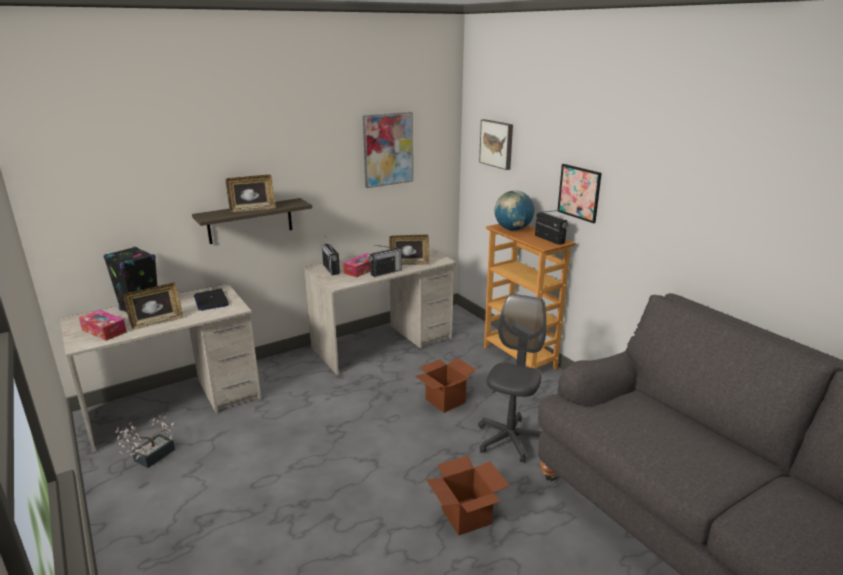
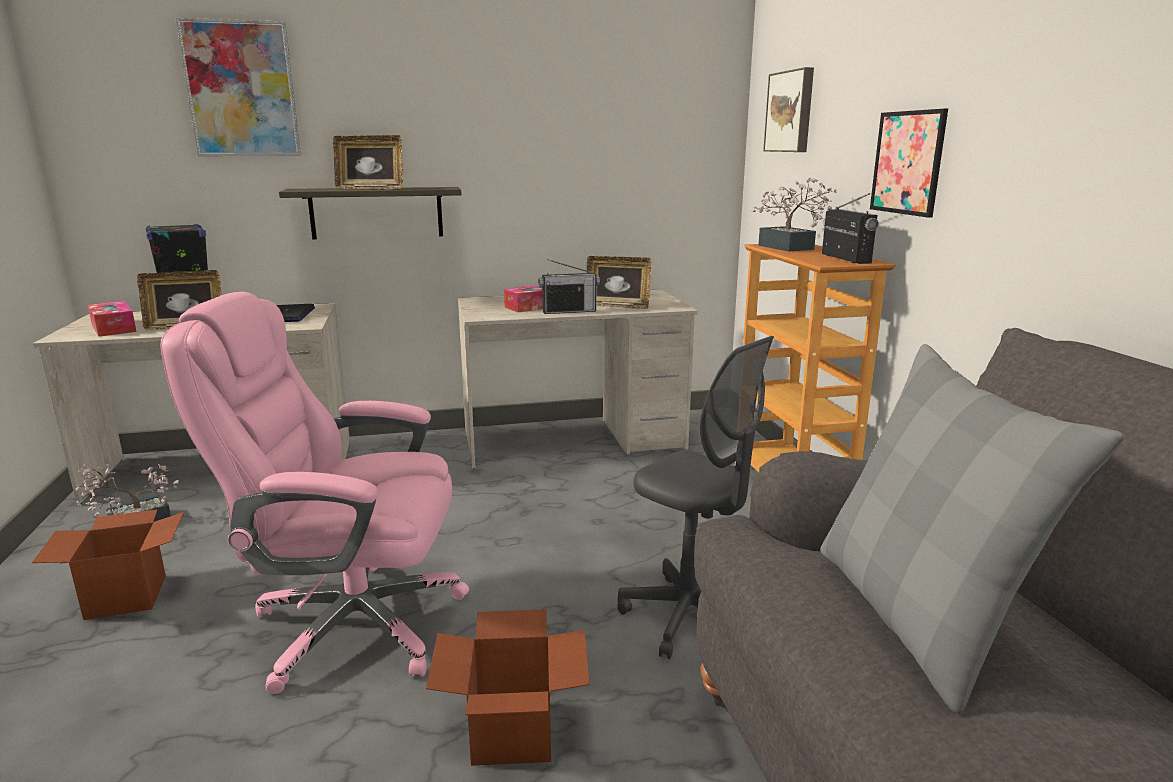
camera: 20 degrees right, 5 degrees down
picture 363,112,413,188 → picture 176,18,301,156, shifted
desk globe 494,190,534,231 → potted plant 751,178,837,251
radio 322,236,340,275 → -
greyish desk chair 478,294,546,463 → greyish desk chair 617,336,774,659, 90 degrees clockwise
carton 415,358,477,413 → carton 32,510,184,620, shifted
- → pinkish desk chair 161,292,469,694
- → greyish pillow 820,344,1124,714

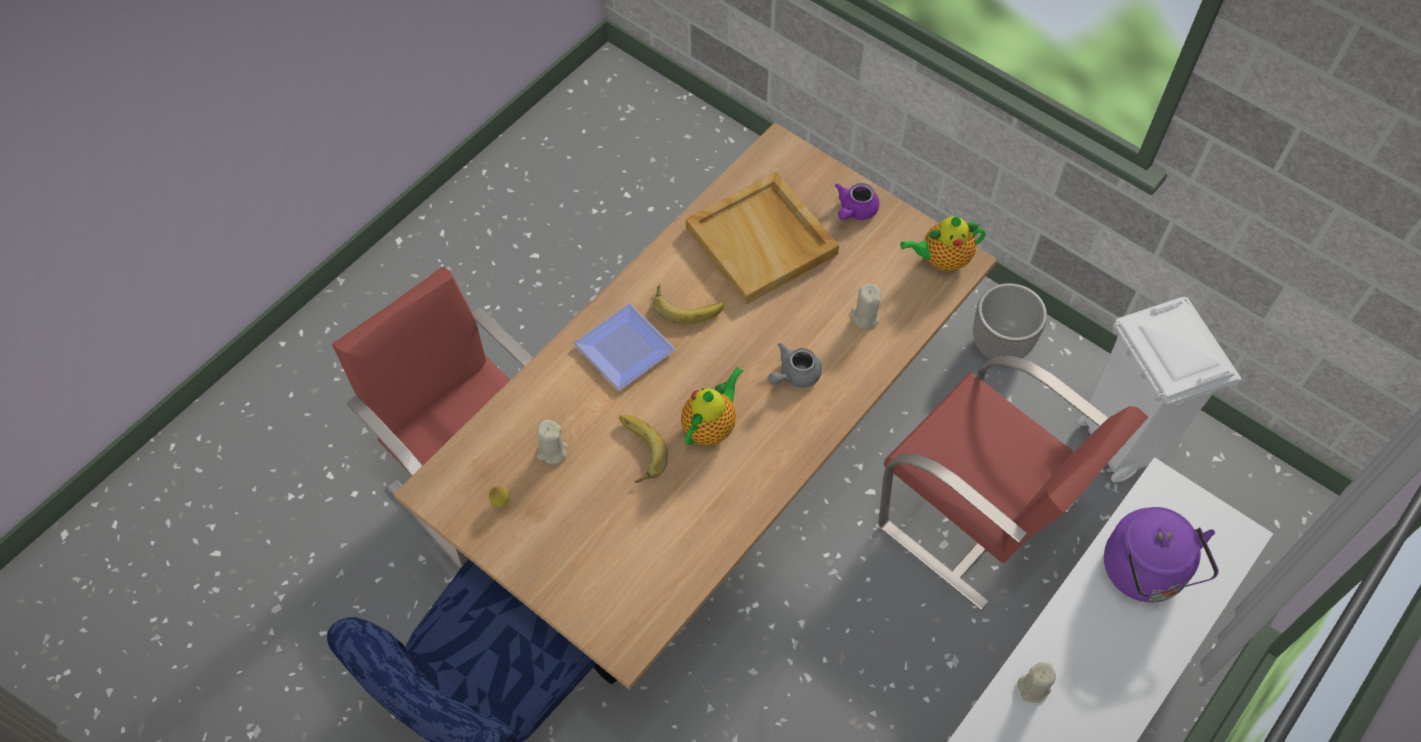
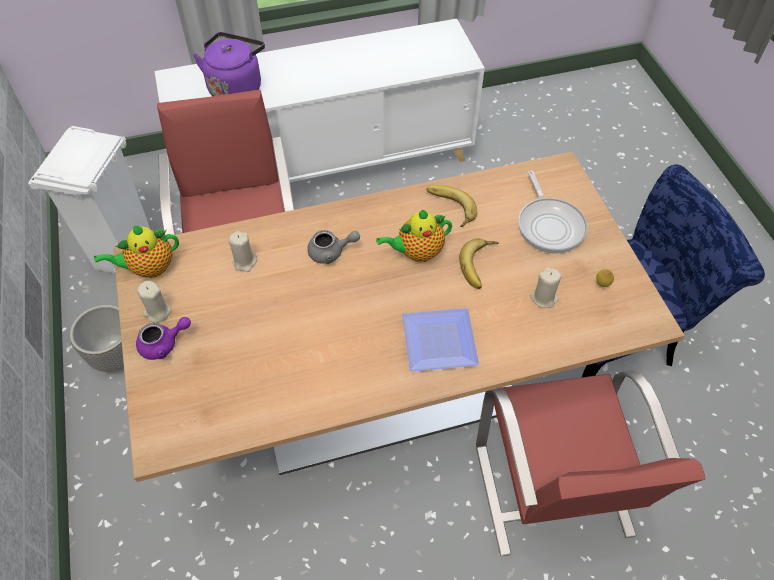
camera: 145 degrees left, 5 degrees down
beige-coloured tray 686,172,839,305 → -
teapot 900,216,986,272 → teapot 94,225,179,278, 135 degrees clockwise
banana fruit 653,284,724,324 → banana fruit 426,185,477,227, shifted
beige-coloured wax light 1017,662,1056,703 → beige-coloured wax light 137,281,172,323, shifted
- → pan 518,171,588,253

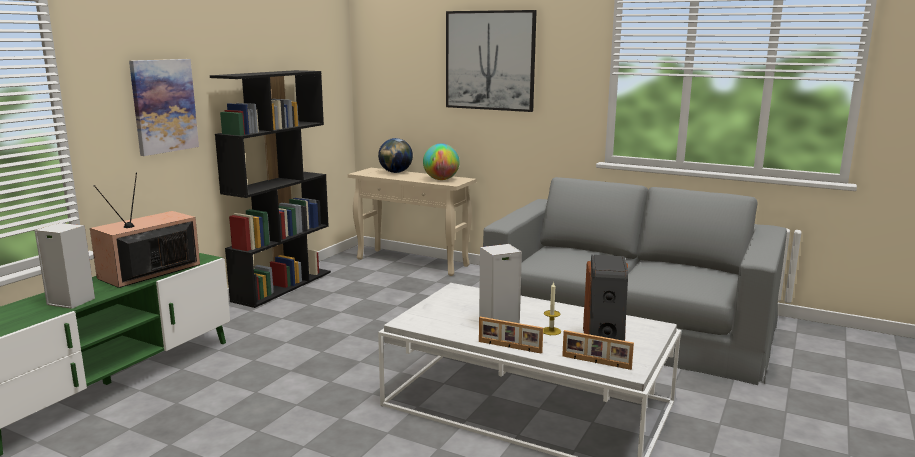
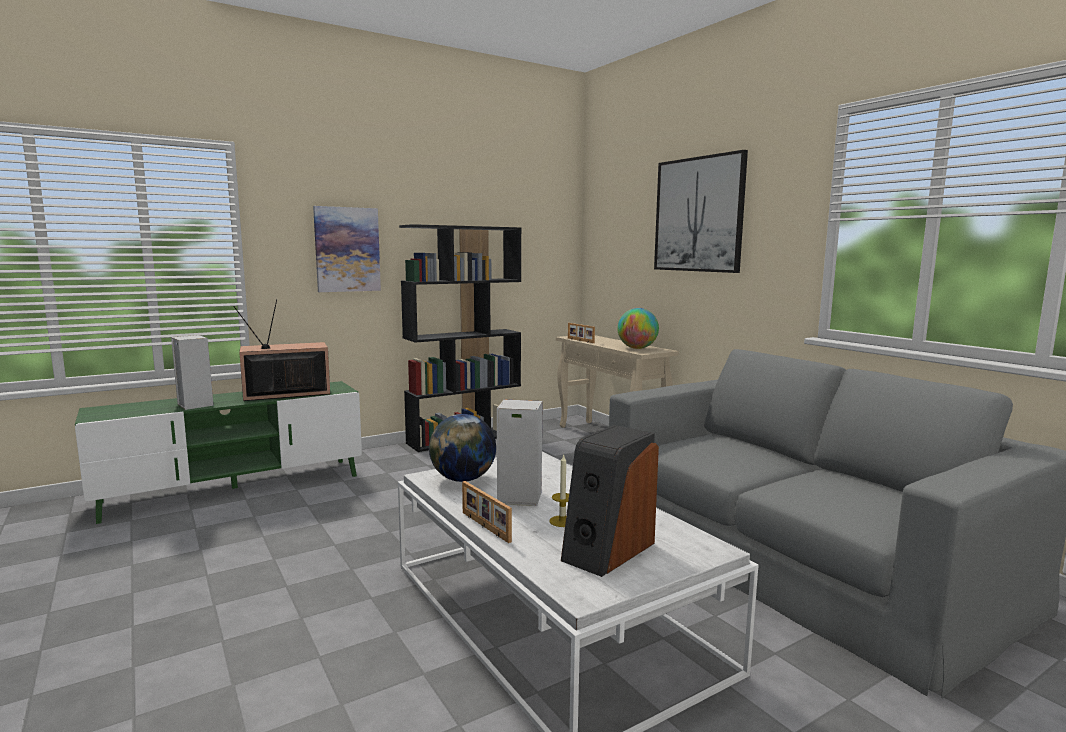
camera: 30 degrees right, 5 degrees down
desk globe 378,138,413,173 → desk globe 429,414,496,482, shifted
picture frame 562,330,634,370 → picture frame 568,323,595,343, shifted

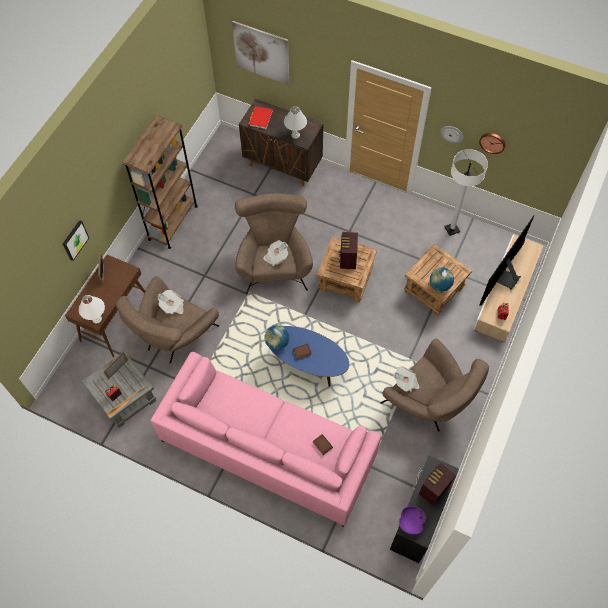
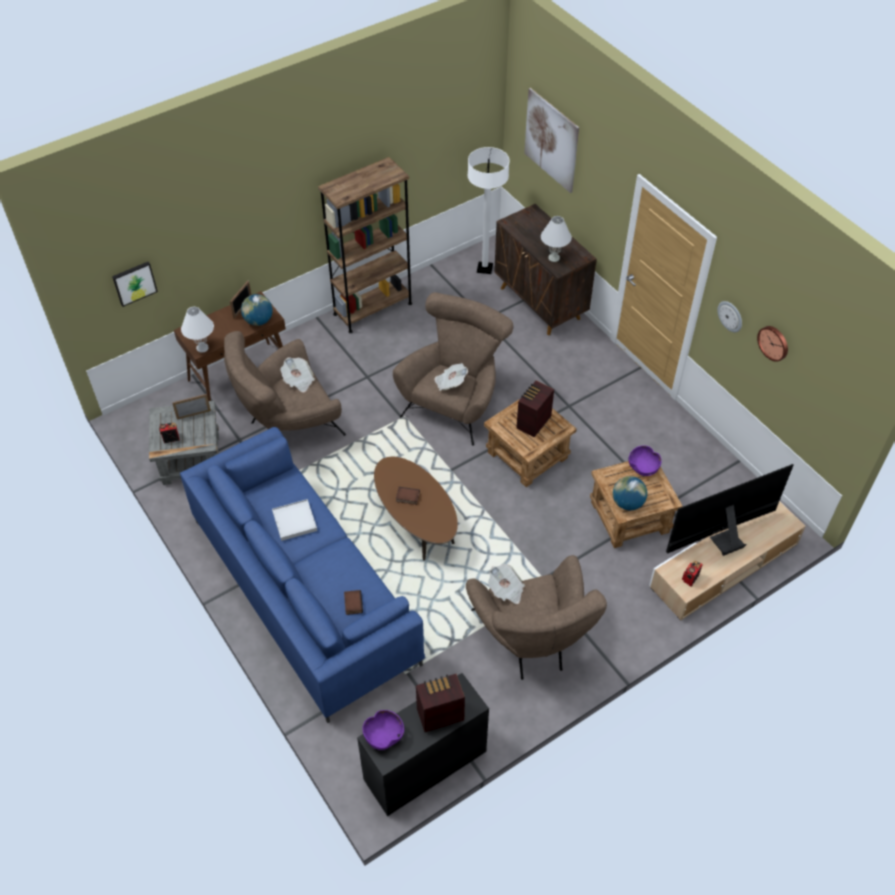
camera: 30 degrees right, 10 degrees down
red bound book 248,106,273,129 → -
white floor lamp 444,149,488,236 → white floor lamp 468,147,510,274, shifted
picture 63,220,89,261 → picture 112,262,158,307, shifted
desk globe 265,325,289,350 → desk globe 241,294,273,326, shifted
blue coffee table 270,326,349,387 → brown coffee table 374,457,458,561
pinkish sofa 150,352,381,527 → blue sofa 180,427,425,723
- → purplish deep dish 628,445,662,476
- → white tray 272,499,317,541

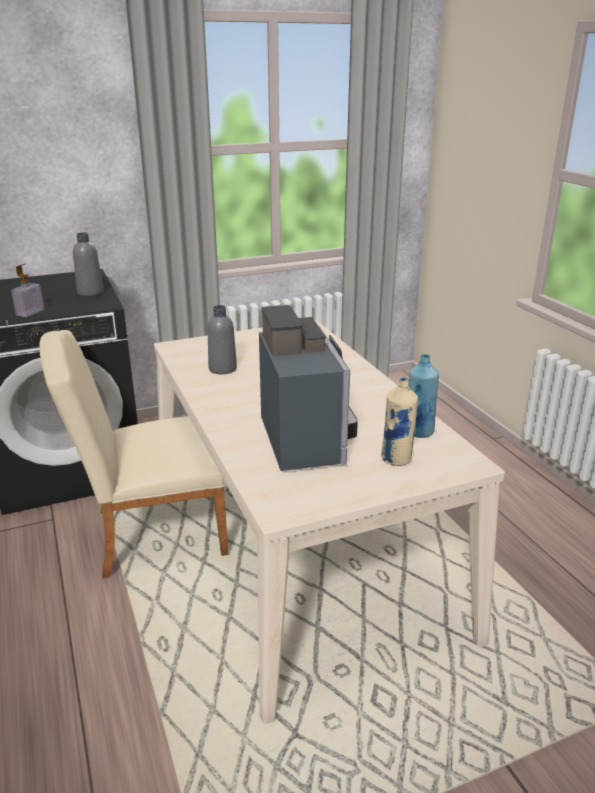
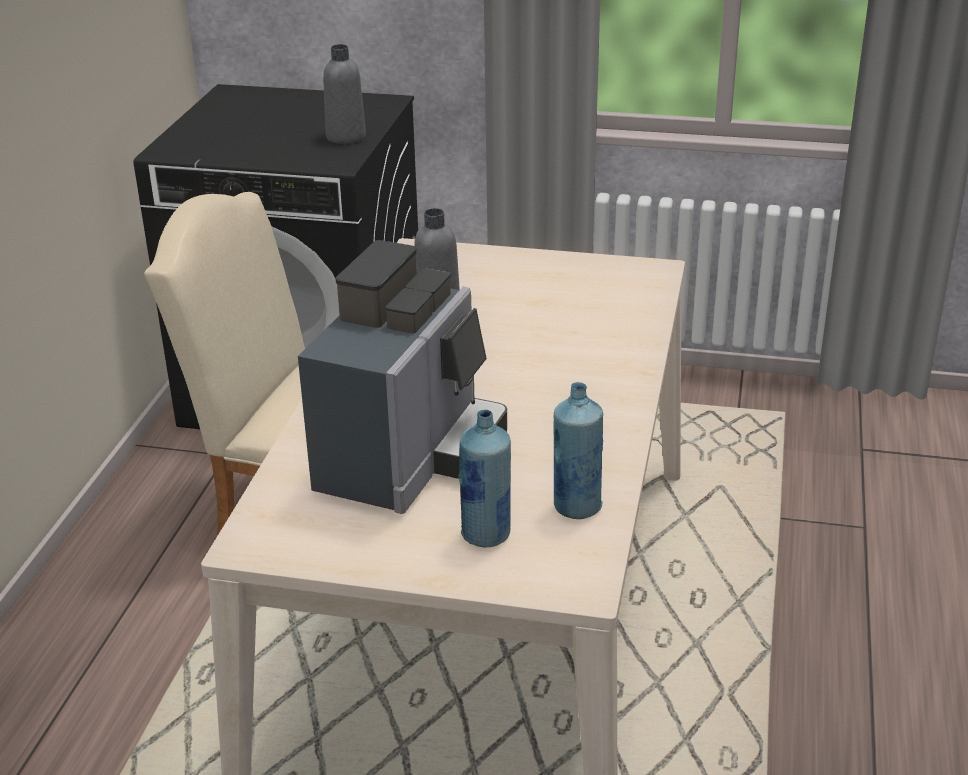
camera: 35 degrees right, 5 degrees up
soap dispenser 11,264,45,317 → -
beige-coloured beverage bottle 381,377,418,466 → blue beverage bottle 458,409,511,548

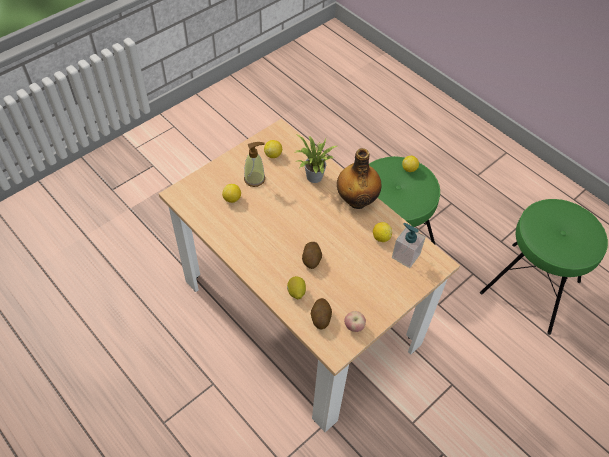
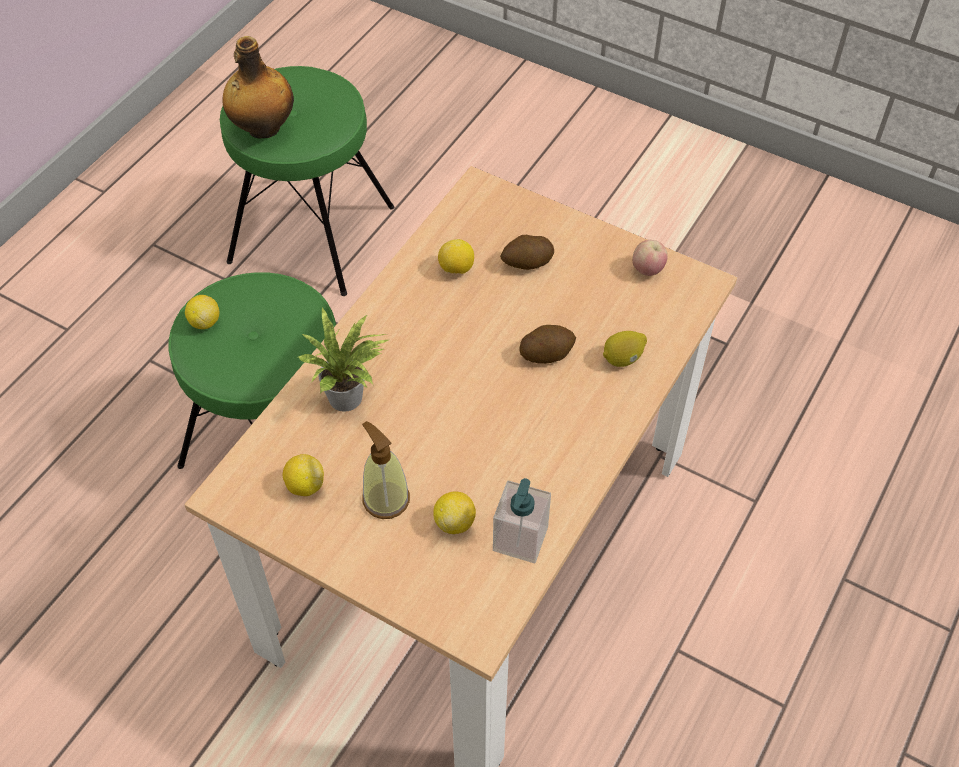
camera: 105 degrees left, 0 degrees up
beverage bottle 337,148,382,209 → beverage bottle 222,36,294,139, shifted
soap dispenser 392,223,426,268 → soap dispenser 493,478,551,563, shifted
spud 311,298,332,329 → spud 500,235,554,270, shifted

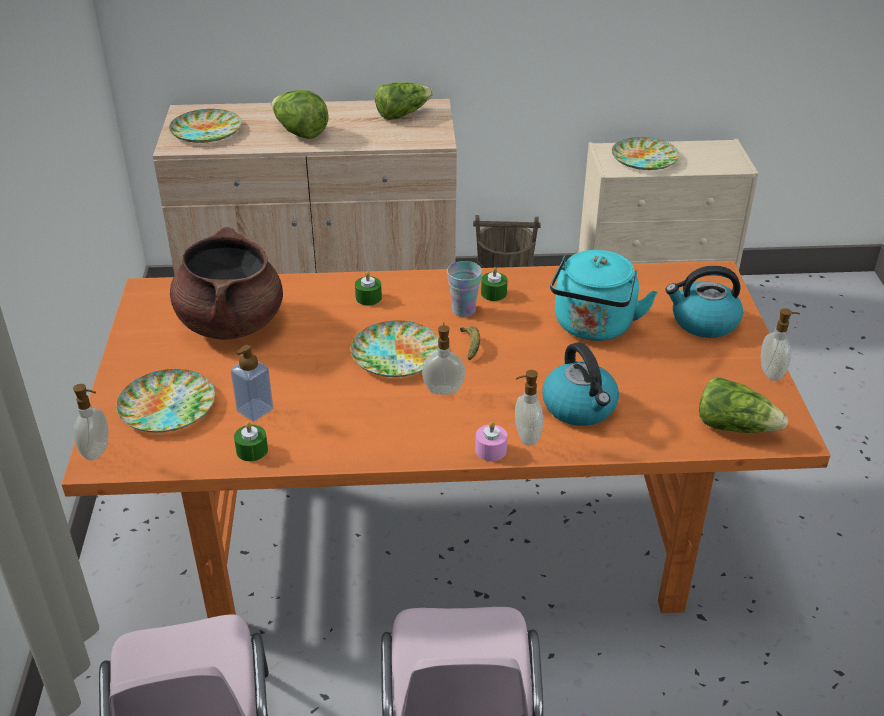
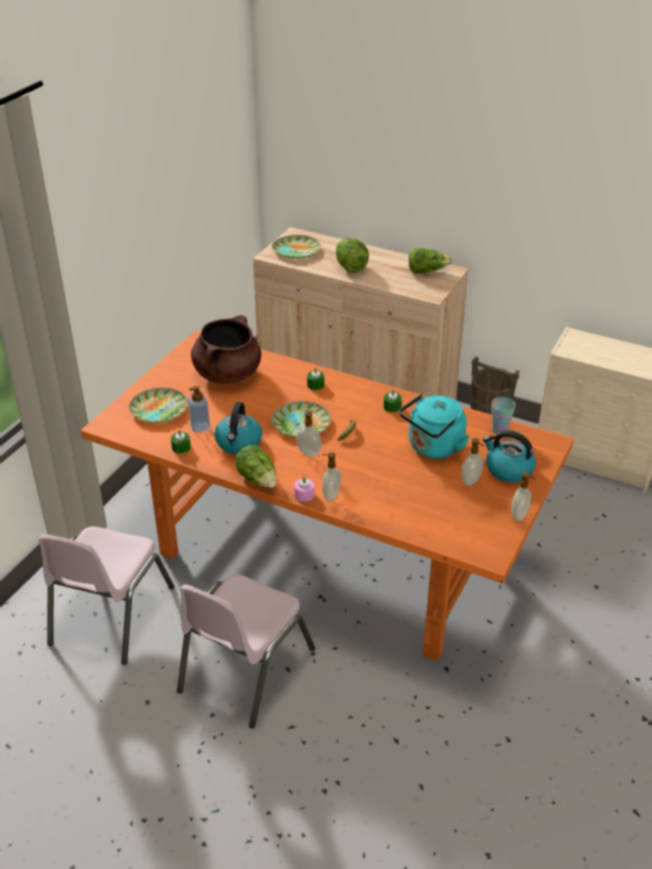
camera: 30 degrees right, 0 degrees up
dinner plate 612,137,680,170 → -
cup 447,261,482,317 → cup 491,397,516,435, shifted
kettle 542,342,619,426 → kettle 215,402,262,454, shifted
lettuce head 699,377,788,433 → lettuce head 235,445,277,488, shifted
soap dispenser 73,384,109,460 → soap dispenser 462,438,484,486, shifted

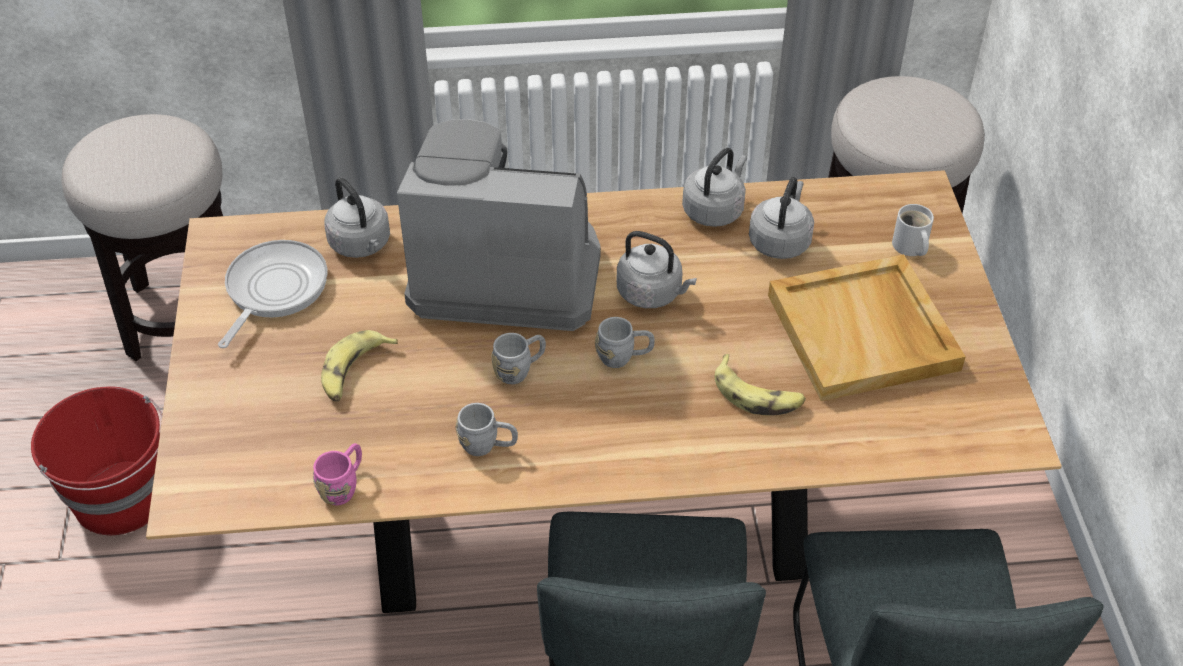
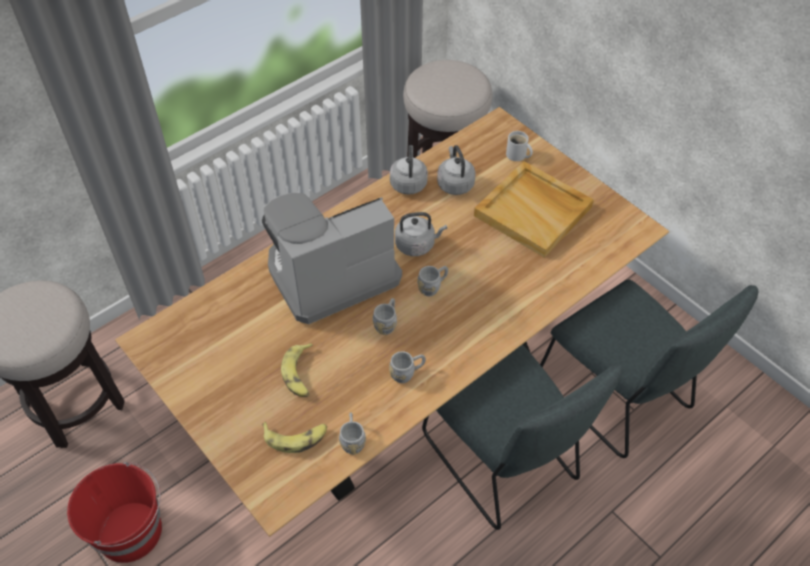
camera: 35 degrees left, 5 degrees up
greyish kettle 324,178,390,258 → -
pan 218,240,327,348 → -
banana fruit 715,354,806,415 → banana fruit 262,421,327,453, shifted
pinkish tea mug 313,443,362,505 → greyish tea mug 339,412,366,455

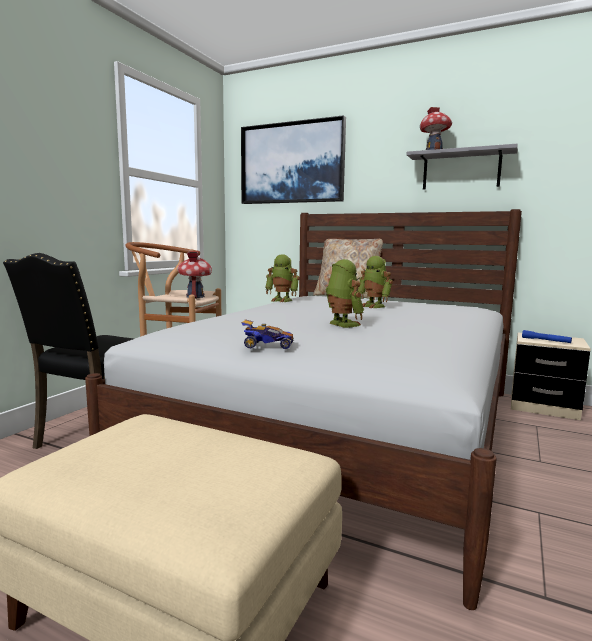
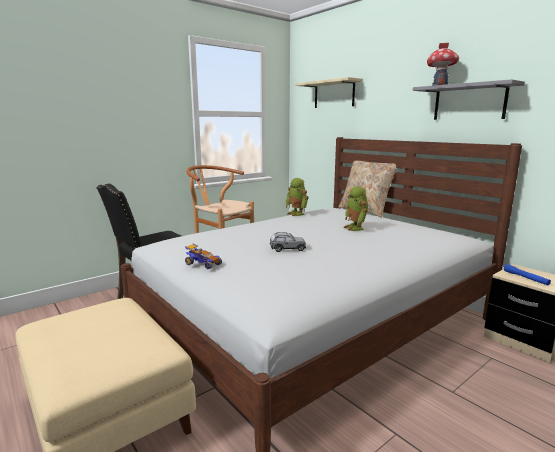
camera: 25 degrees right, 5 degrees up
picture 241,115,346,204 → beige-coloured bracket shelf 295,77,363,108
toy house 177,251,212,299 → -
robot figure 326,259,364,328 → greyish toy car 270,232,306,252

